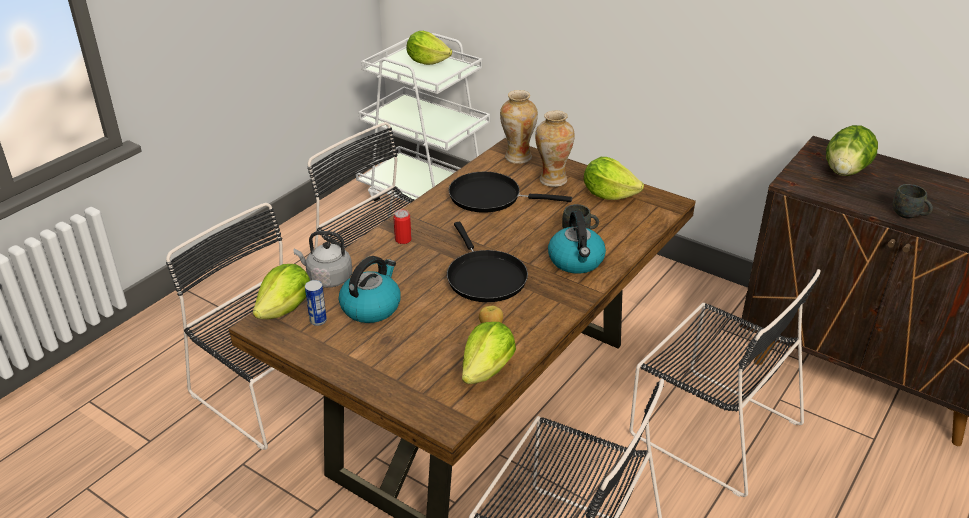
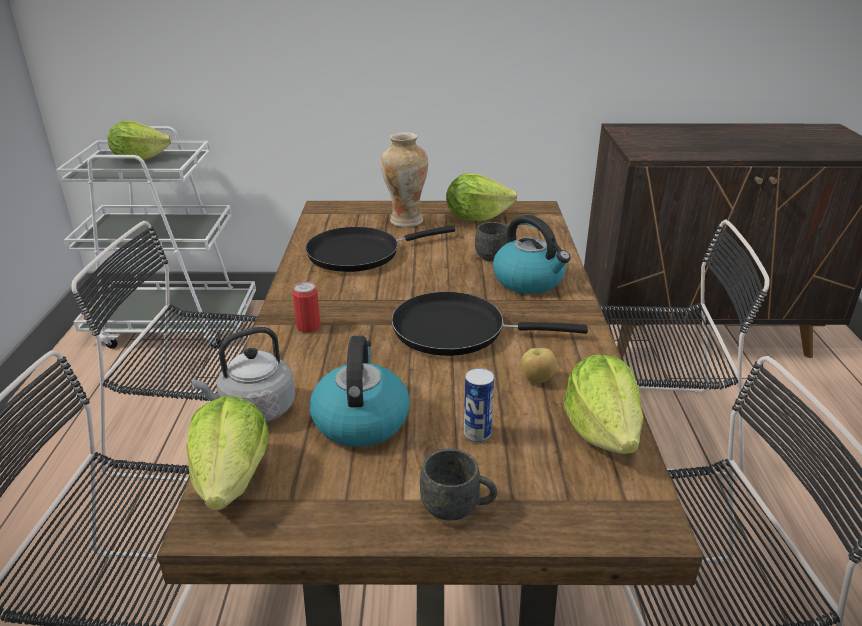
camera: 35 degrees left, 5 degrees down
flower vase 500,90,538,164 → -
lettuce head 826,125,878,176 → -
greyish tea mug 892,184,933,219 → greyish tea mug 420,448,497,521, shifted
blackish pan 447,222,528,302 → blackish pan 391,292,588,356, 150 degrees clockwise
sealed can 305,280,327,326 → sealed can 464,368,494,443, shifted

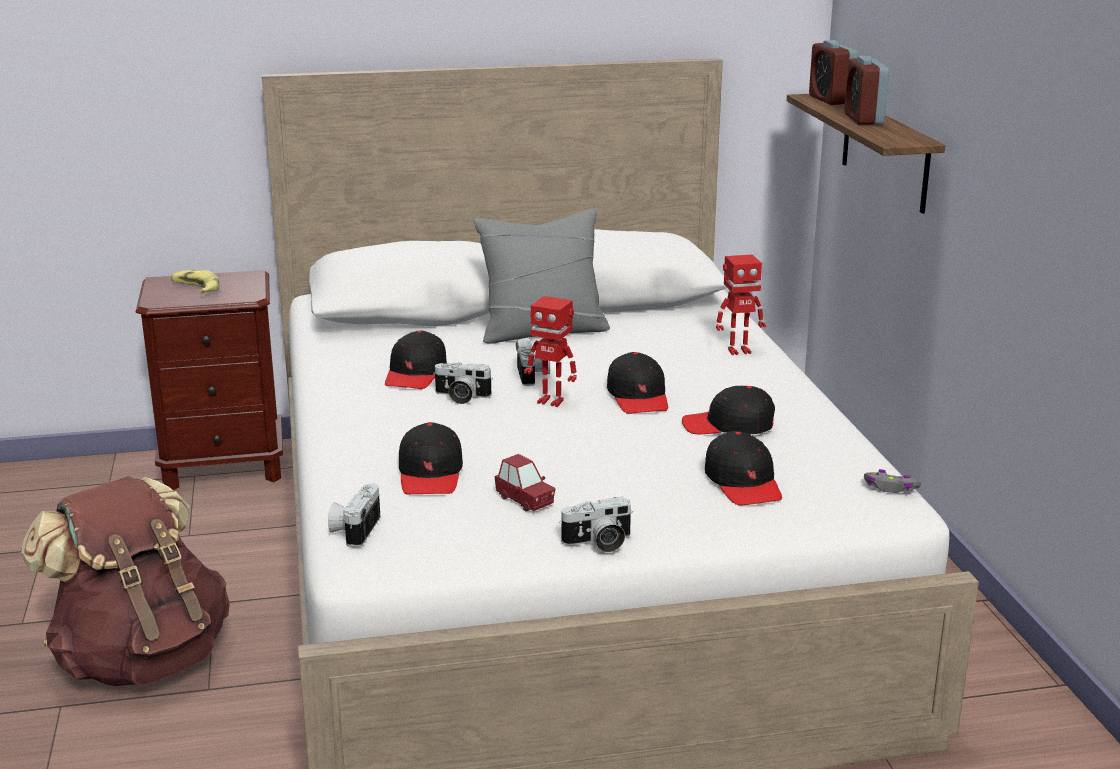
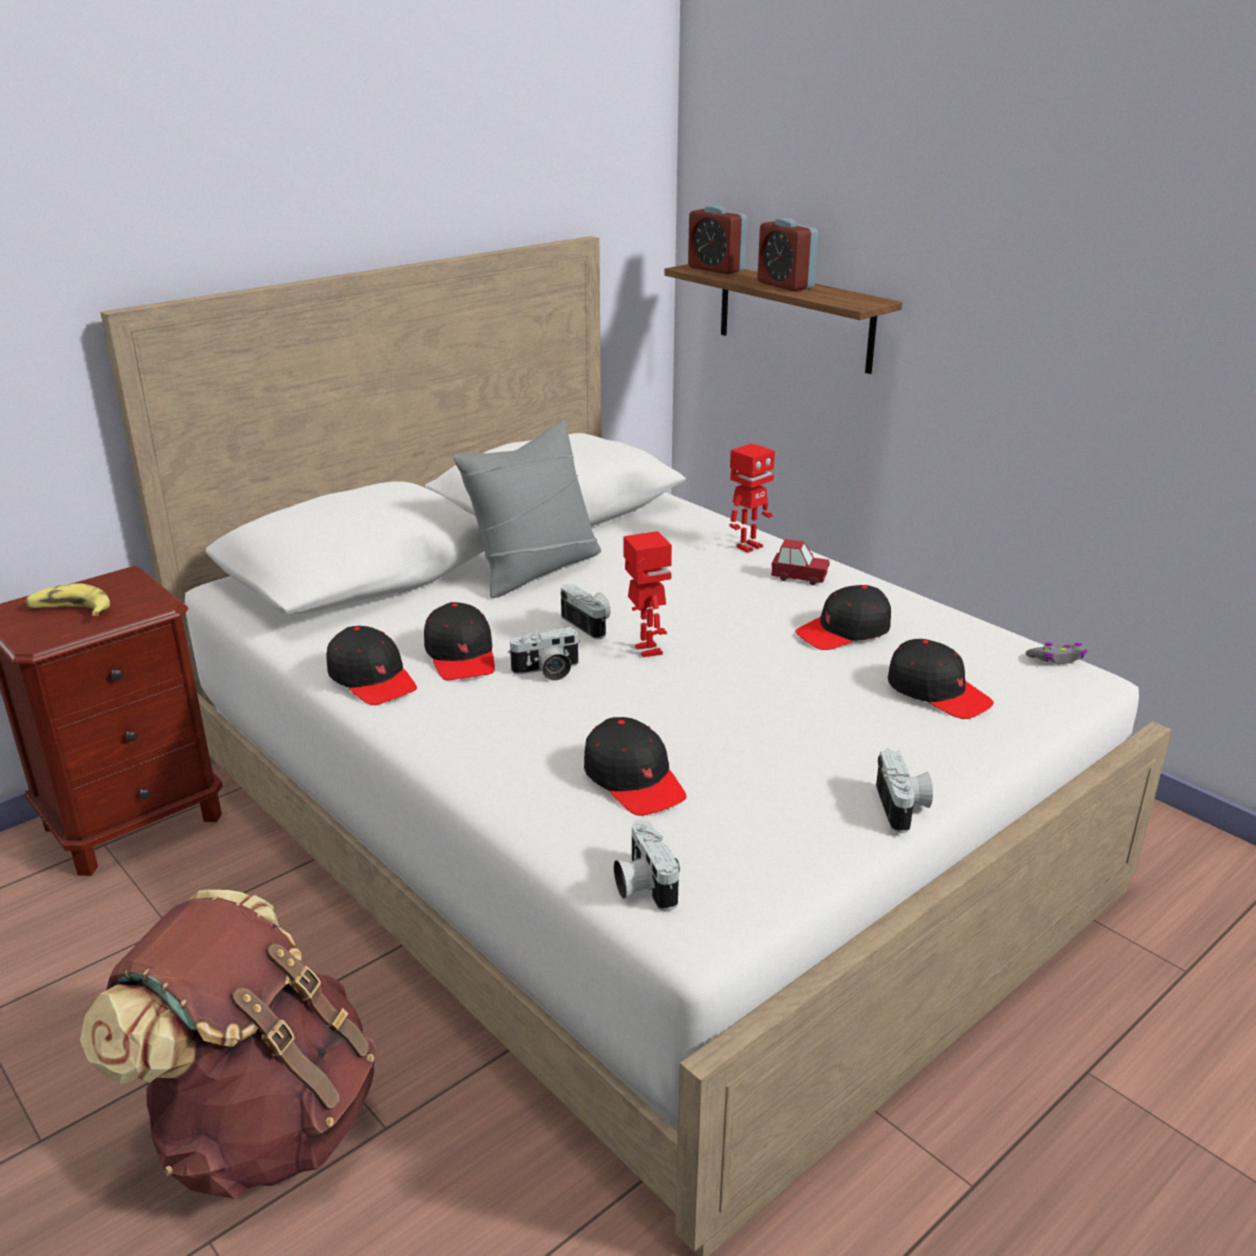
camera: 30 degrees left, 5 degrees up
robot figure 524,296,577,407 → robot figure 623,531,672,657, 105 degrees counterclockwise
blackish peaked cap 607,352,668,414 → blackish peaked cap 326,626,417,705, shifted
red toy car 494,454,555,512 → red toy car 771,539,830,585, shifted
still camera 559,497,633,552 → still camera 876,749,933,833, 45 degrees counterclockwise

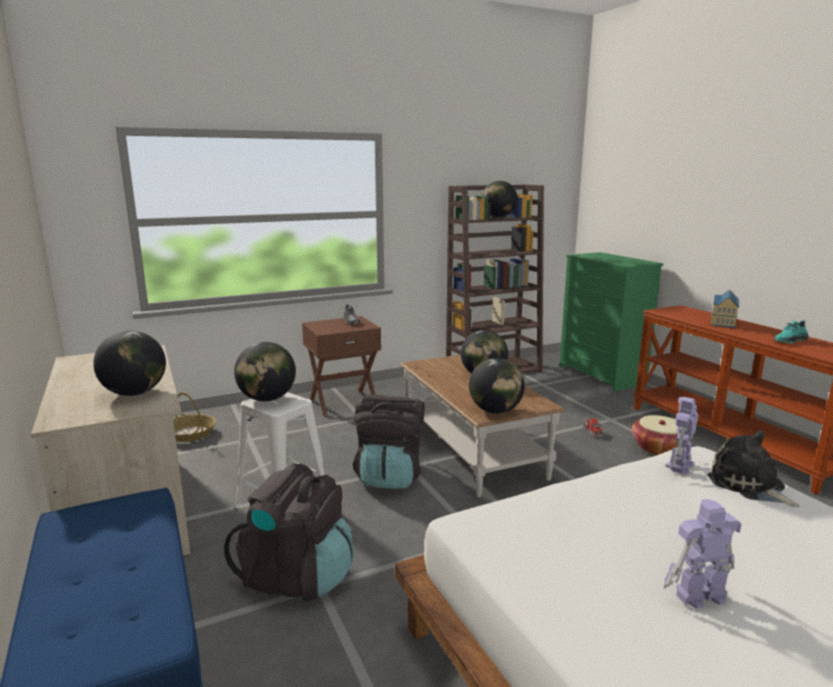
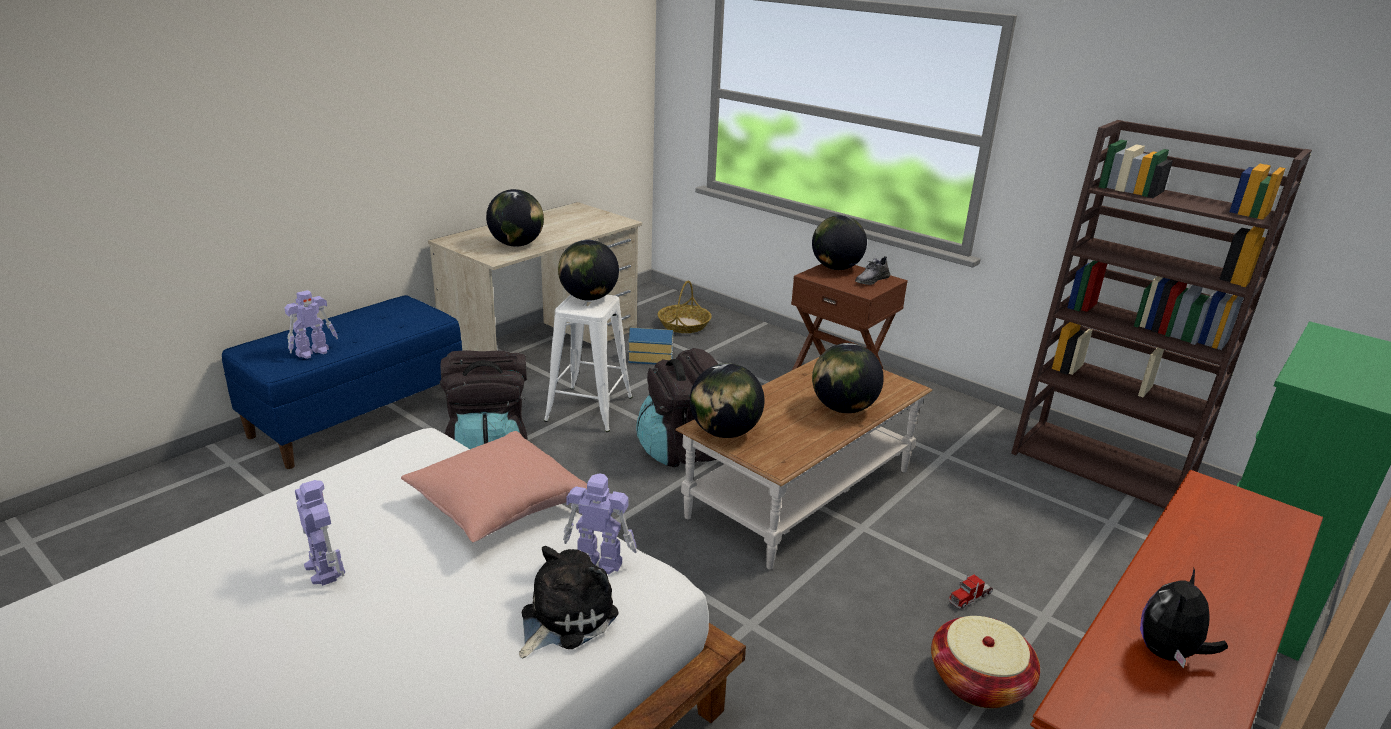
camera: 65 degrees right, 10 degrees up
desk globe 482,181,517,218 → desk globe 812,215,867,270, shifted
toy house 711,290,739,328 → toy house 628,327,674,364, shifted
turquoise shoe 774,320,809,343 → plush toy 1140,568,1228,668
- → robot figure 285,290,338,359
- → pinkish pillow 401,431,587,542

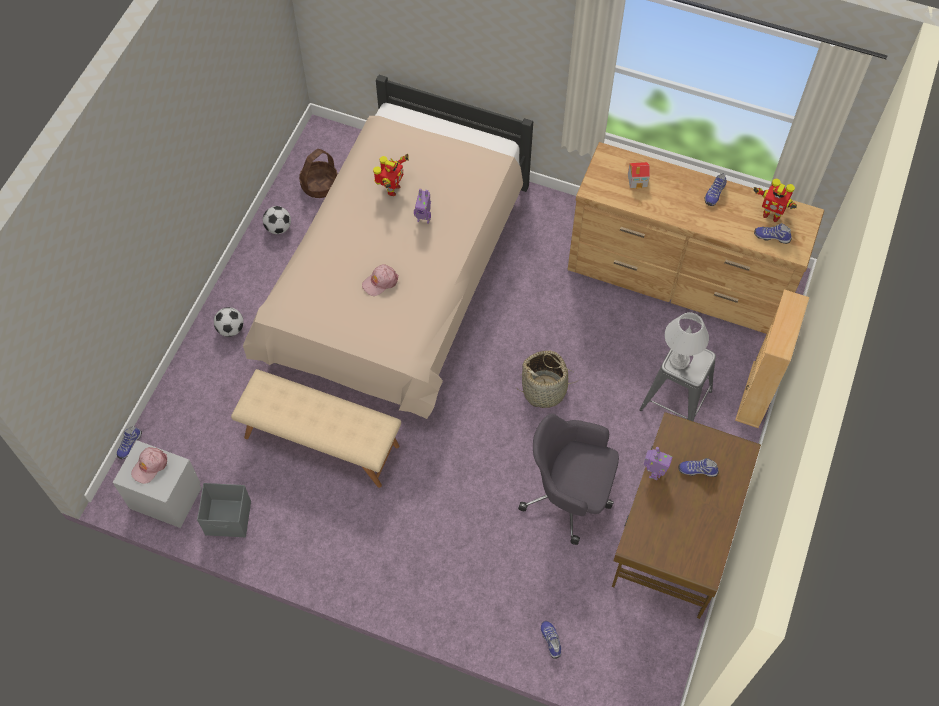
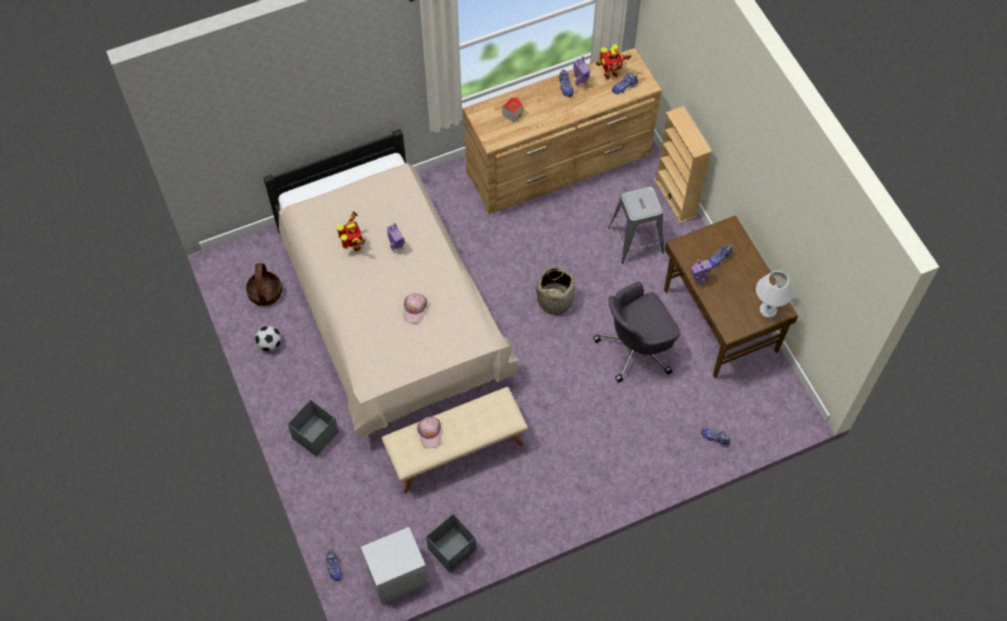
camera: 45 degrees left, 0 degrees up
football 214,307,244,337 → greyish storage bin 288,399,339,457
white table lamp 665,312,709,369 → white table lamp 756,270,794,318, shifted
pinkish peaked cap 131,447,167,484 → pinkish peaked cap 417,417,441,448, shifted
- → robot figure 573,56,590,88

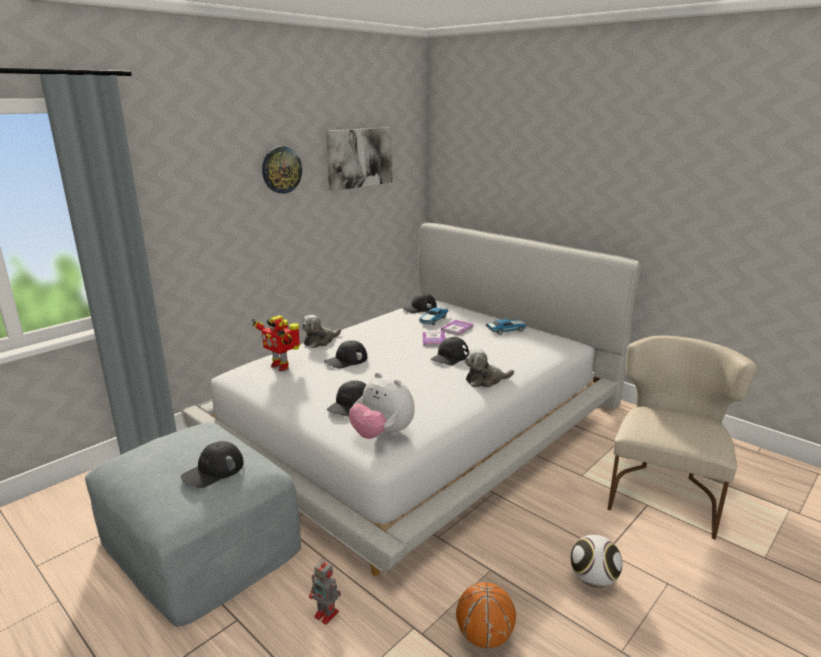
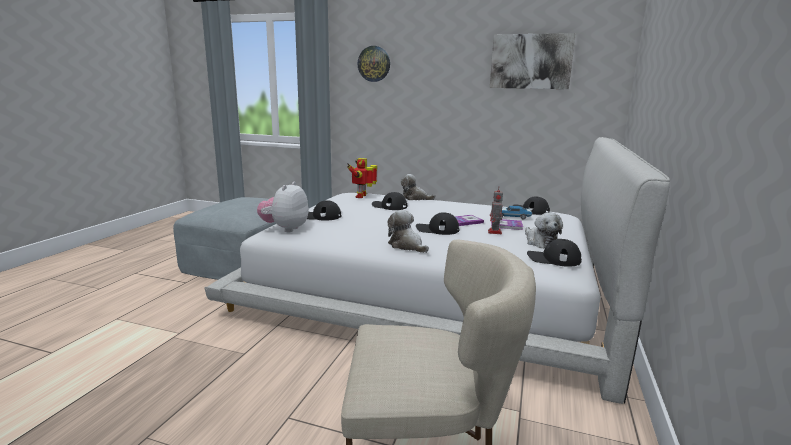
camera: 65 degrees right, 5 degrees down
clock on the wall 262,146,302,194 → clock on the wall 358,46,390,82, shifted
toy car 486,319,527,335 → plush toy 525,212,563,249
blackish peaked cap 181,441,244,488 → blackish peaked cap 527,239,582,267, shifted
football 571,535,622,588 → -
robot figure 309,559,341,625 → robot figure 488,190,503,234, shifted
ball for basketball 456,582,516,649 → -

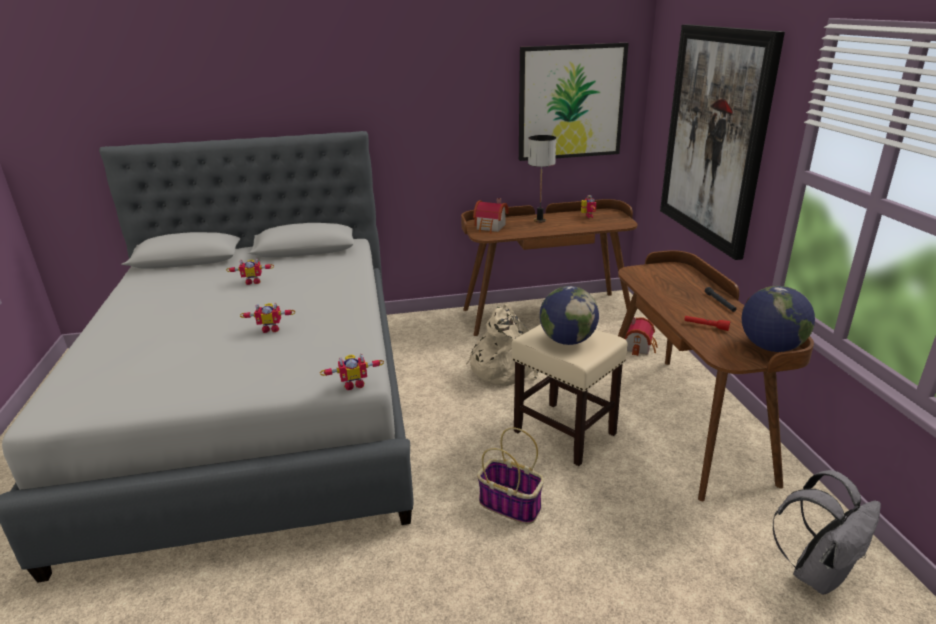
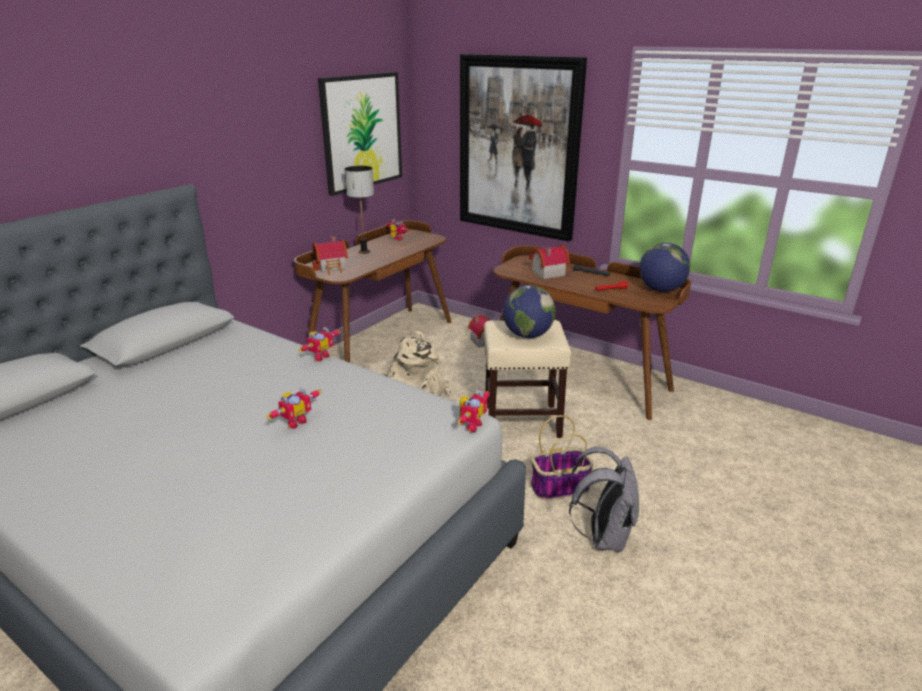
camera: 45 degrees left, 0 degrees up
robot figure 226,258,274,285 → robot figure 299,327,340,361, shifted
greyish backpack 773,470,881,594 → greyish backpack 569,447,639,552, shifted
- → toy house 529,245,570,279

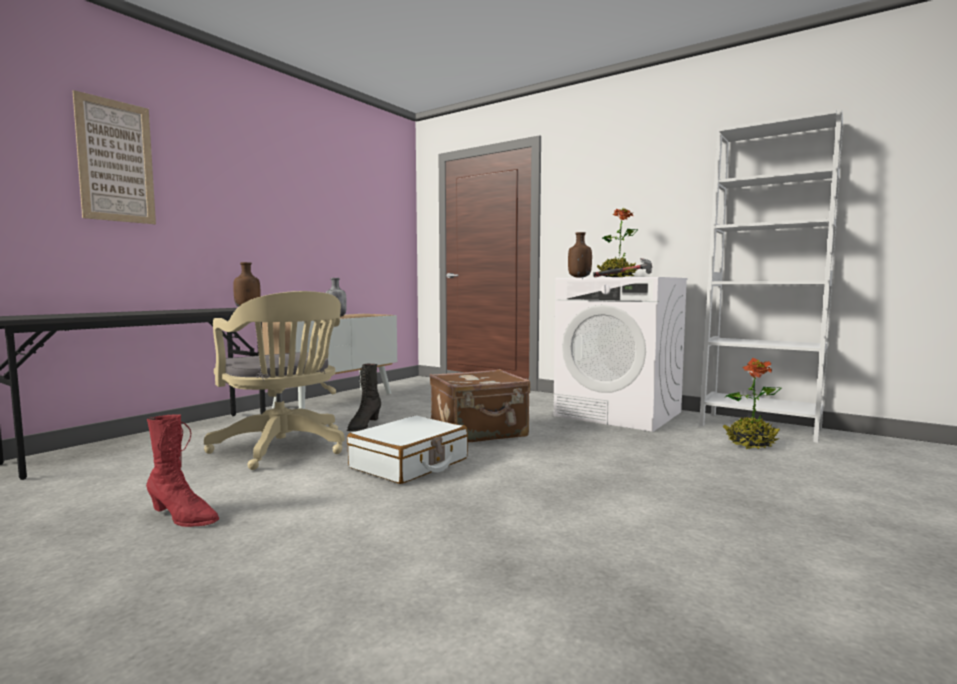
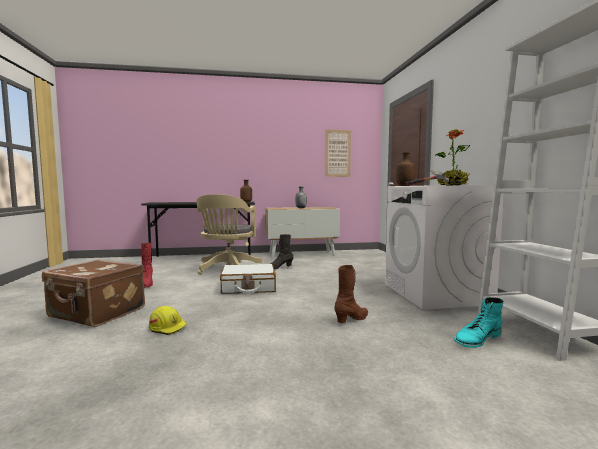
camera: 45 degrees right, 0 degrees up
picture 73,90,156,224 → picture 325,129,351,177, shifted
potted plant 723,357,781,449 → turquoise tall boot 454,297,504,348
brown travel case 430,369,530,442 → brown travel case 42,259,145,327, shifted
- → brown tall boot 334,265,368,323
- → yellow safety helmet 149,306,187,335

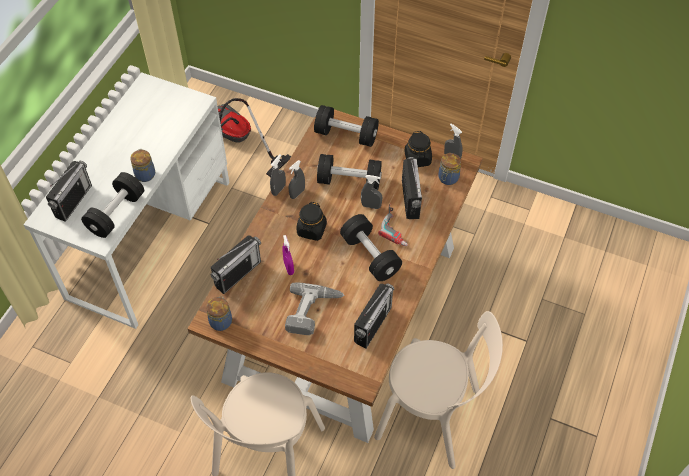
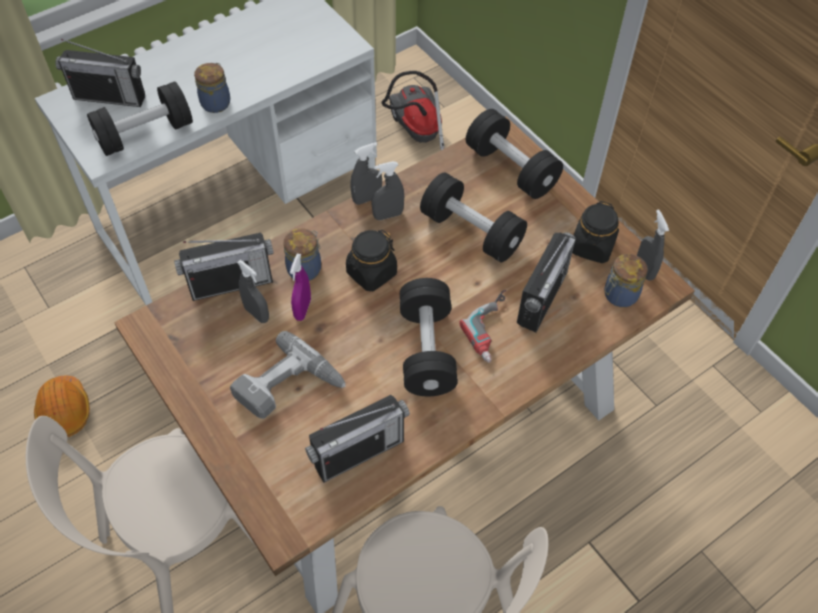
camera: 30 degrees right, 0 degrees up
radio 46,161,92,222 → radio 55,39,145,107, 45 degrees clockwise
greyish spray bottle 361,175,382,209 → greyish spray bottle 237,260,269,323, shifted
jar 206,296,232,331 → jar 284,229,321,281, shifted
- → orange safety helmet 34,376,90,437

